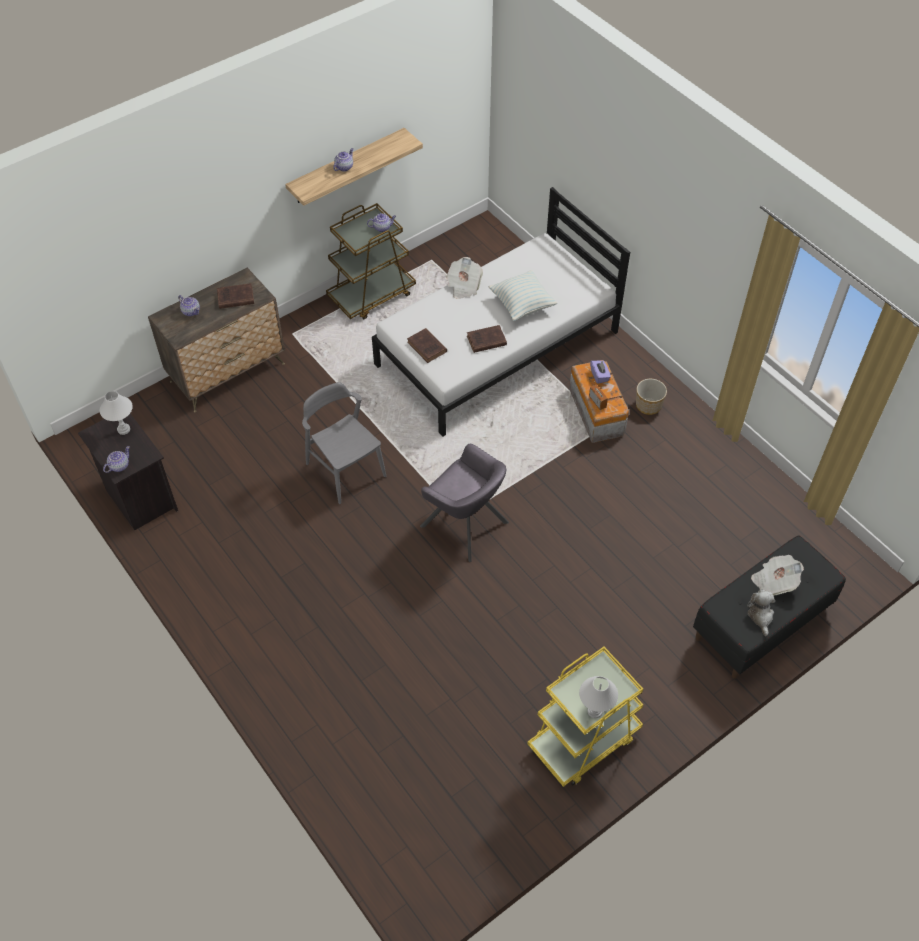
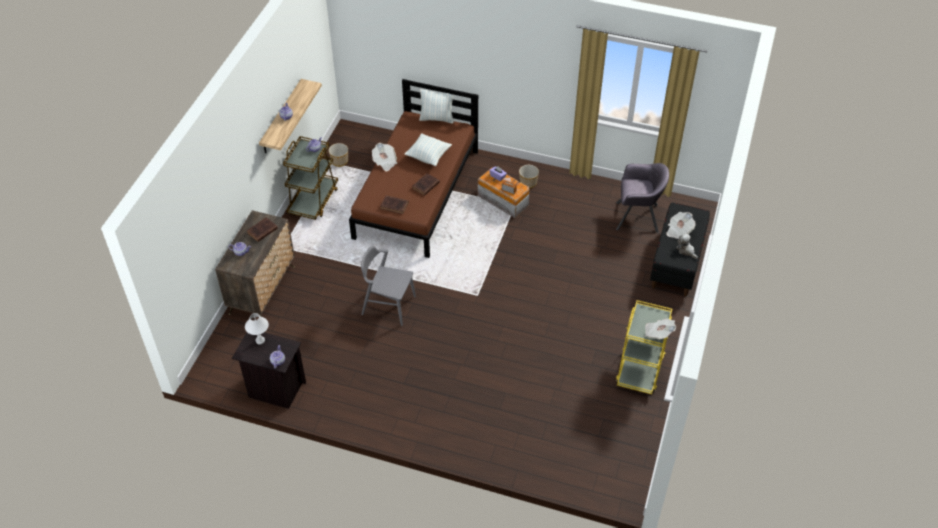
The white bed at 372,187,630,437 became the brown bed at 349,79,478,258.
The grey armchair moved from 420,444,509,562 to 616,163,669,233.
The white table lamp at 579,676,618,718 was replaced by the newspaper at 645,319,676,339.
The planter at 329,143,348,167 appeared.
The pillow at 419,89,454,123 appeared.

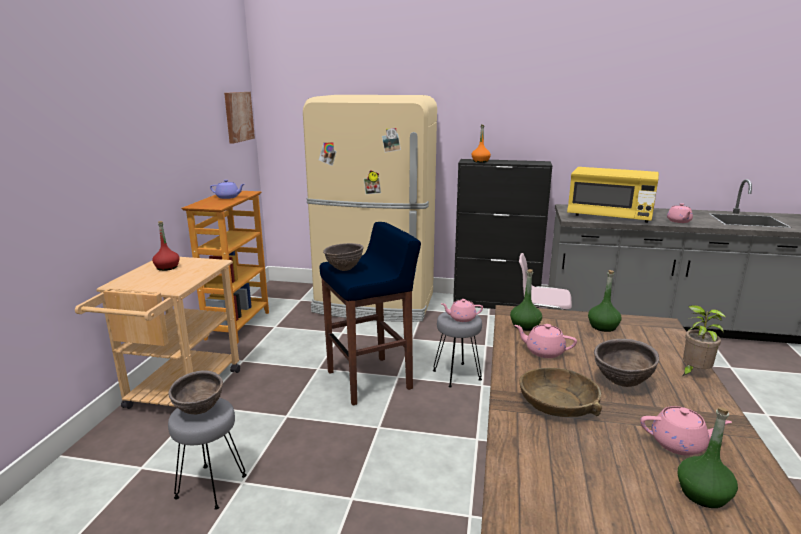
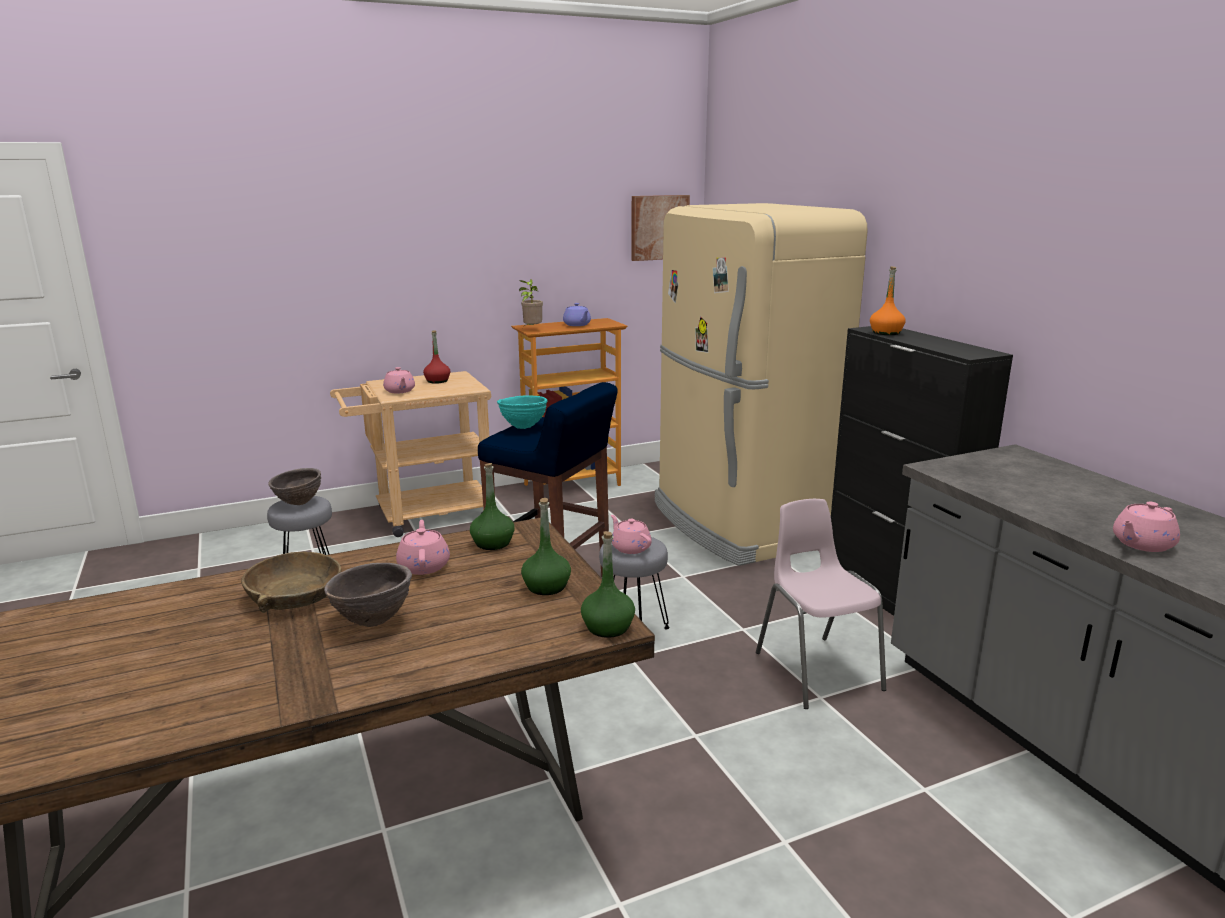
The brown bowl at 323,243,364,271 became the turquoise bowl at 497,395,547,429.
The yellow microwave at 567,167,659,223 disappeared.
The pink teapot moved from 640,406,732,456 to 383,367,415,393.
The green bottle moved from 678,407,738,508 to 581,531,635,638.
The potted plant moved from 682,305,726,376 to 519,279,543,328.

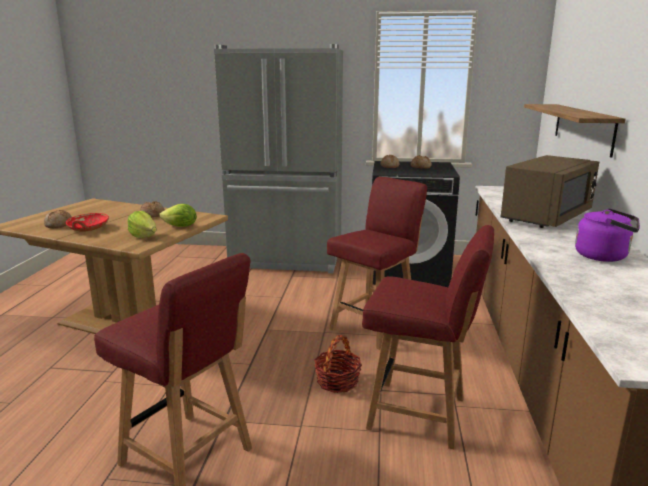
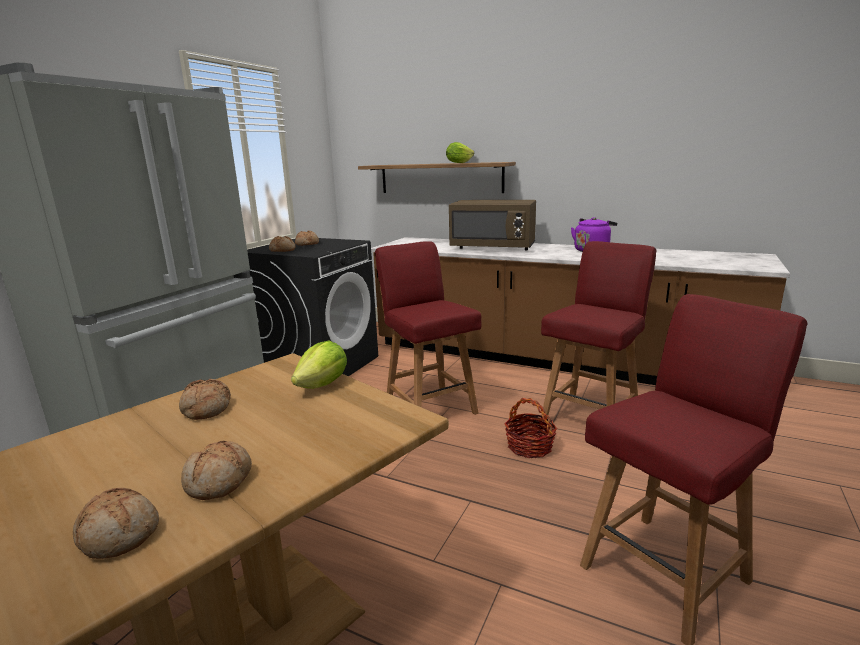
The red bowl at 66,213,109,232 was replaced by the bread at 181,441,252,500.
The lettuce moved from 128,211,157,238 to 446,142,474,163.
The brown microwave at 500,155,599,228 turned 135 degrees clockwise.

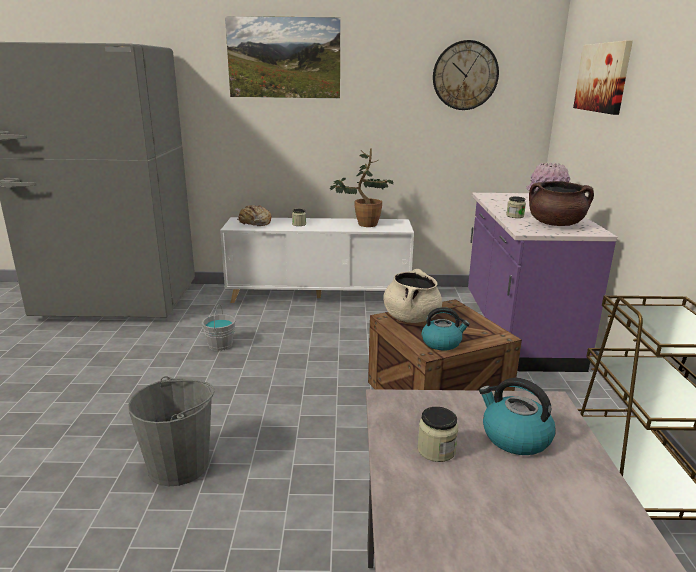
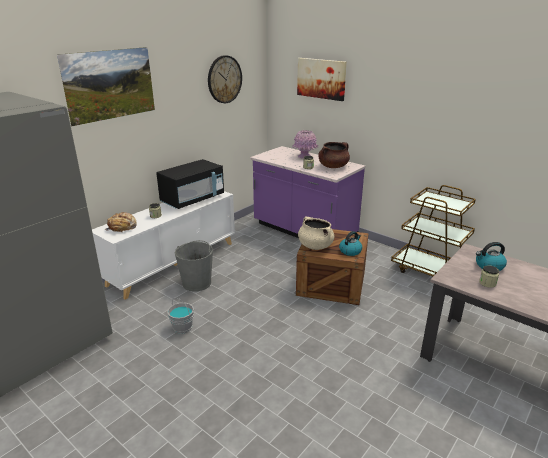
The grey bucket moved from 128,376,214,486 to 175,240,213,292.
The potted plant at 329,149,394,227 was replaced by the black microwave at 156,159,224,209.

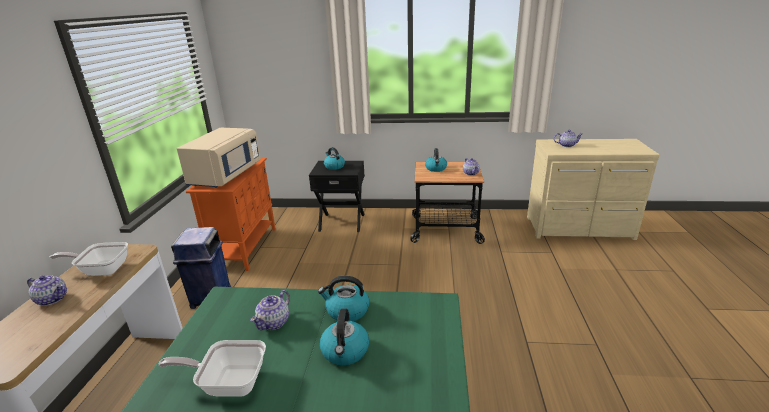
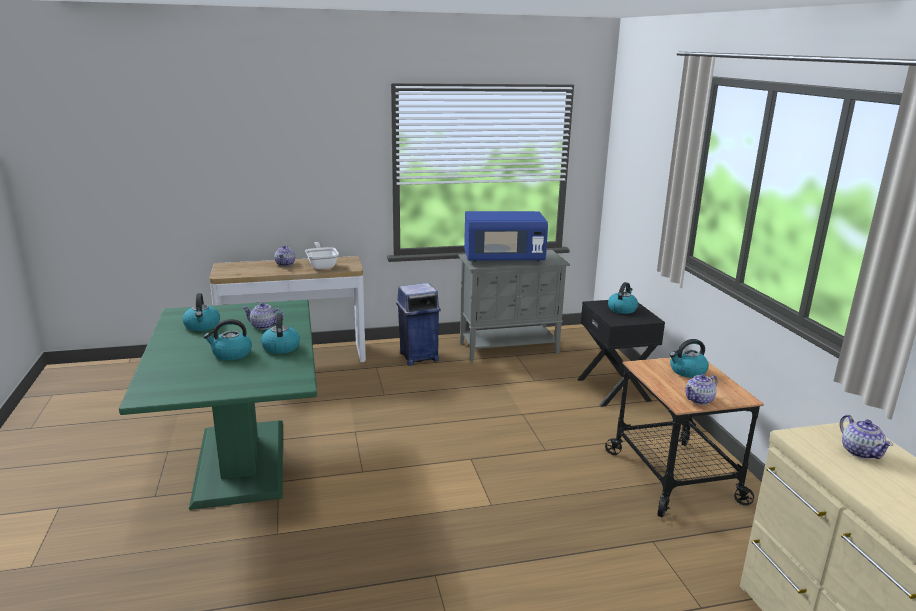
The frying pan at 158,340,266,397 was replaced by the kettle at 182,293,220,331.
The beige microwave at 177,128,261,188 became the blue microwave at 464,211,548,262.
The orange cabinet at 186,158,276,271 became the grey cabinet at 458,250,570,362.

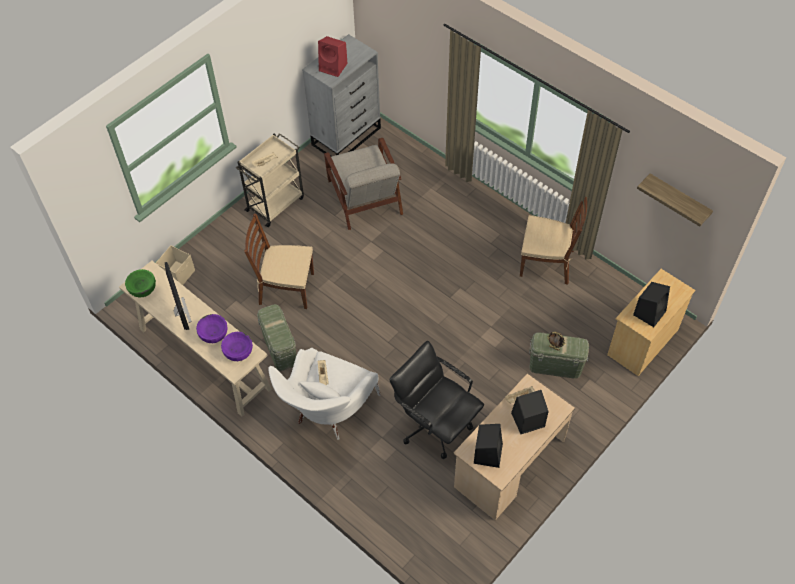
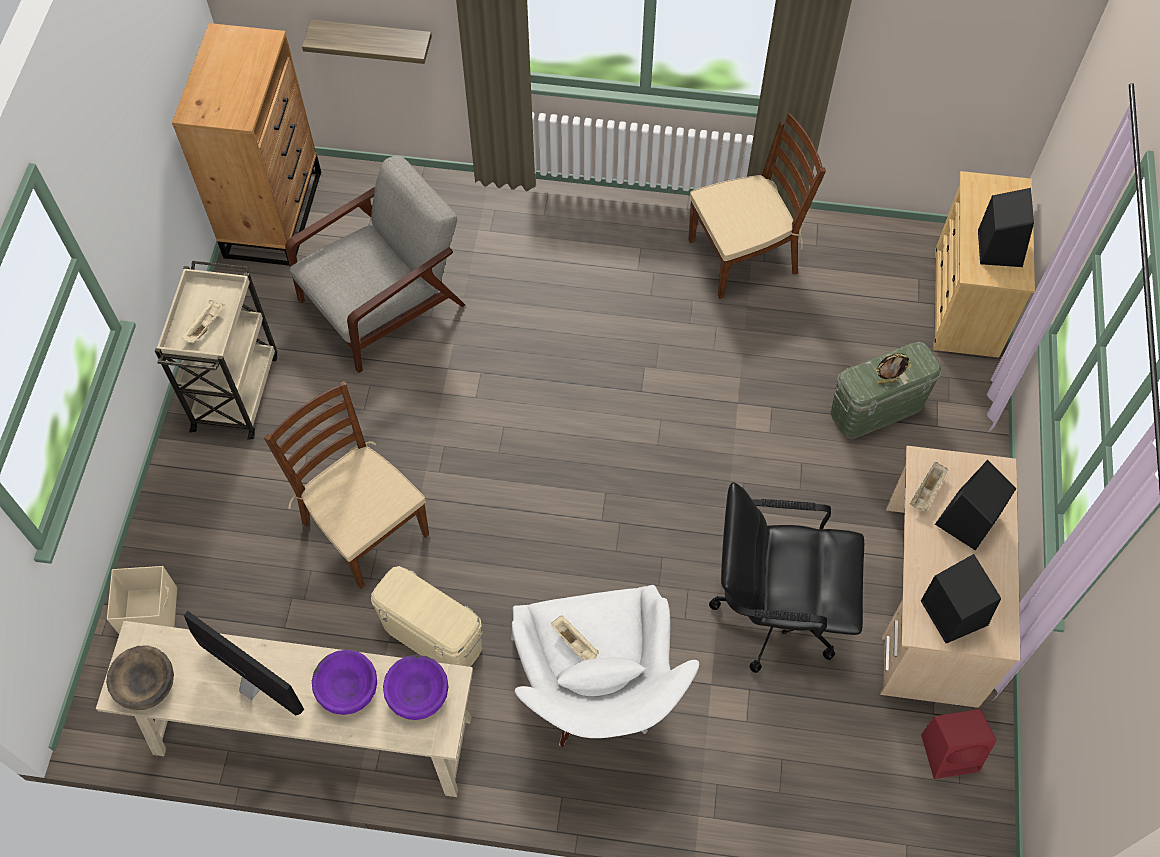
The green bowl at 125,269,156,297 became the brown bowl at 106,645,174,710.
The brown chair at 244,213,314,309 turned 75 degrees clockwise.
The green storage box at 257,304,296,371 became the beige storage box at 371,566,483,667.
The grey dresser at 302,34,381,156 became the brown dresser at 172,23,321,266.
The red speaker moved from 318,36,348,77 to 921,709,997,779.
The grey armchair at 324,138,403,230 turned 75 degrees counterclockwise.
The shelf moved from 637,174,713,227 to 302,20,432,64.

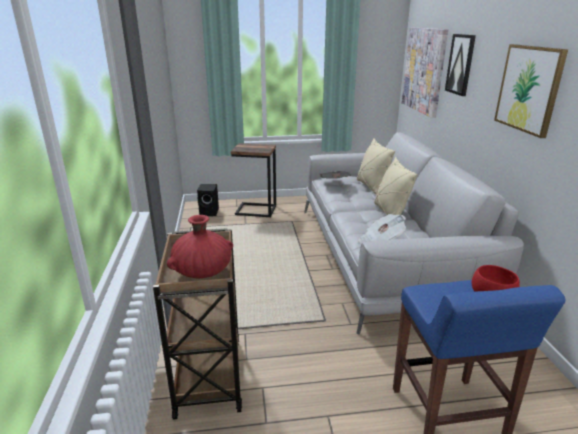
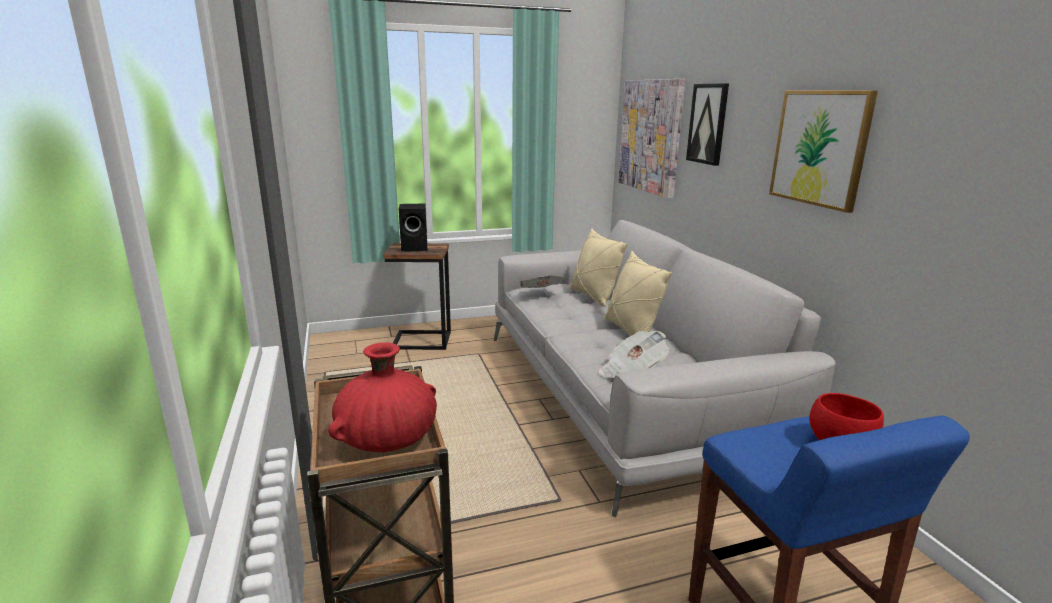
The black speaker moved from 197,184,219,216 to 399,204,428,251.

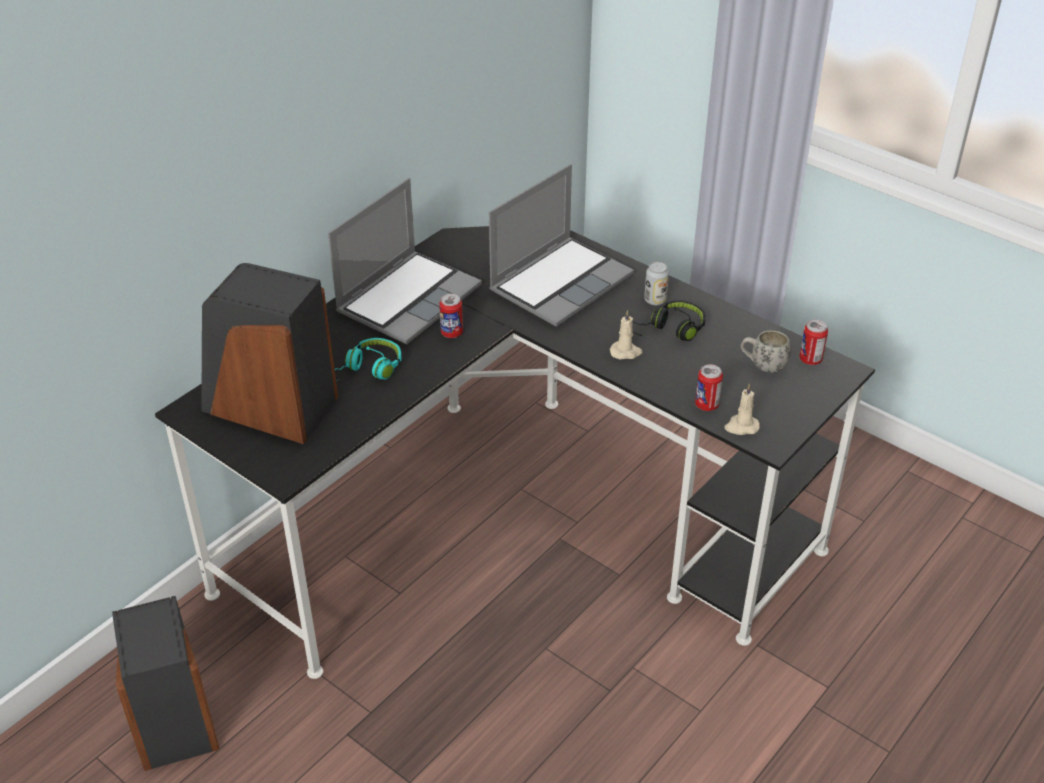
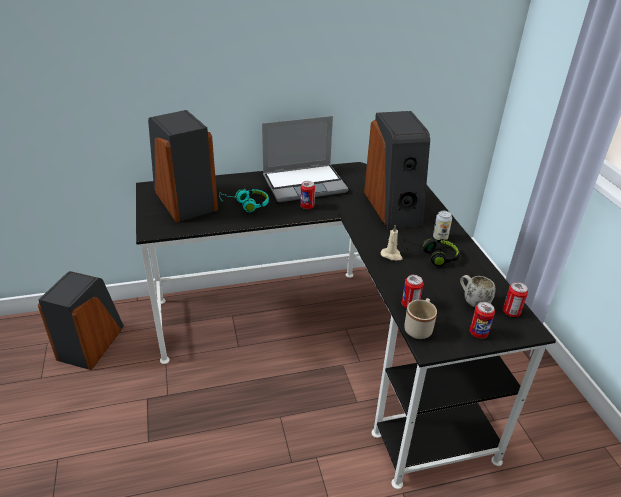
The laptop at 489,164,634,327 was replaced by the speaker at 364,111,430,229.
The beige candle at 724,383,760,435 was replaced by the beige mug at 404,298,437,339.
The can at 470,302,495,338 appeared.

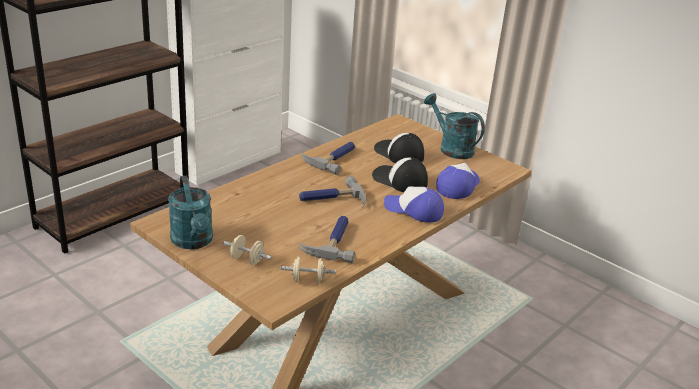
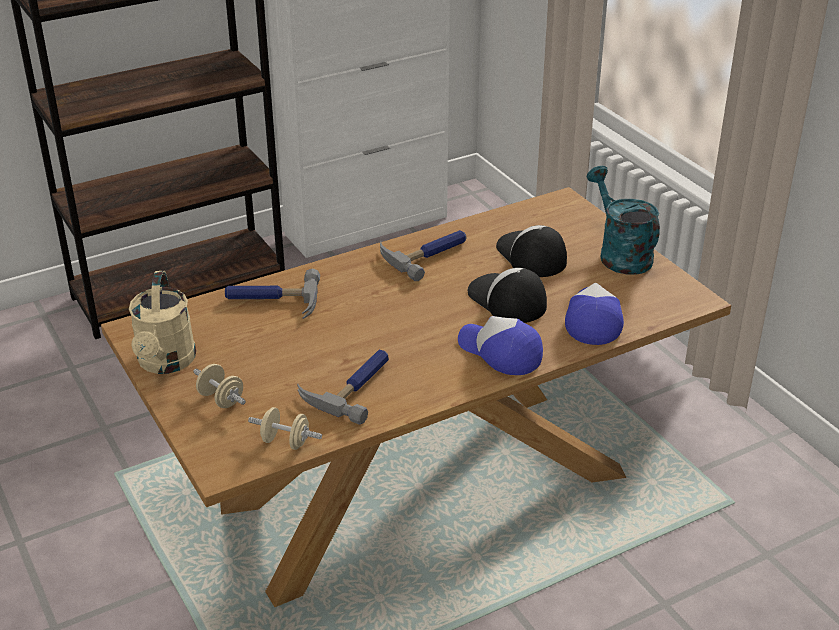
The turquoise watering can at 168,175,213,249 became the beige watering can at 129,271,196,374.
The hammer moved from 299,176,366,208 to 225,268,320,319.
The cap at 436,163,480,199 turned 45 degrees counterclockwise.

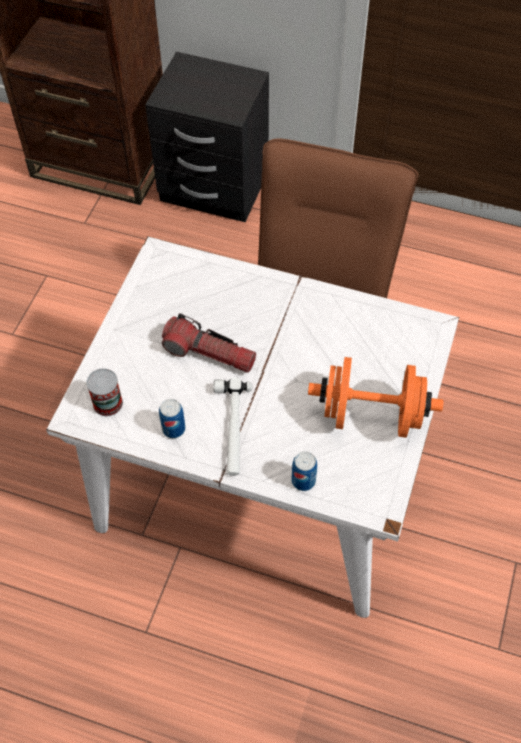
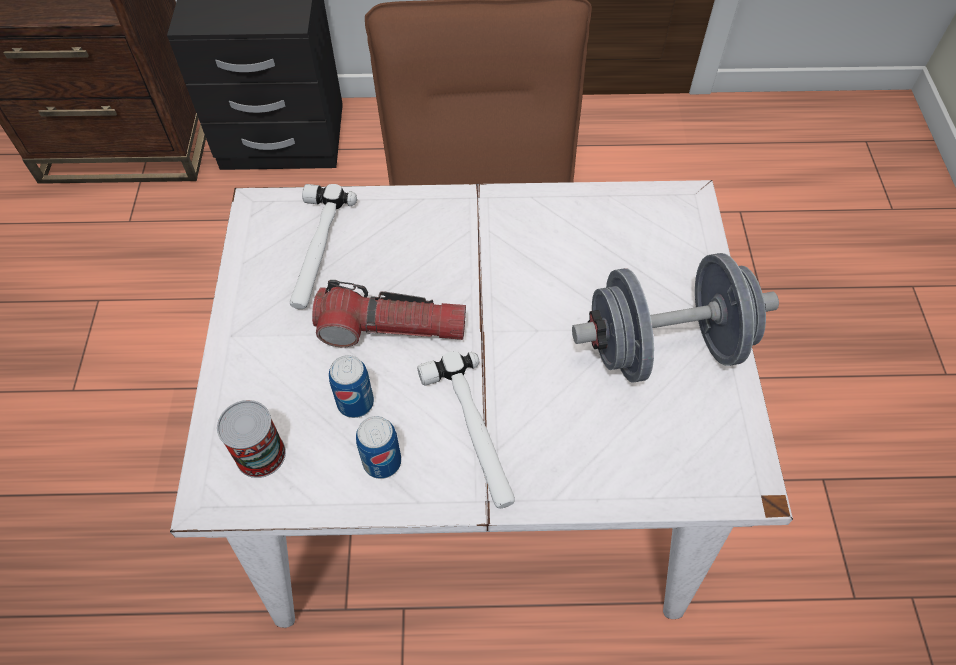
The can moved from 291,451,317,491 to 329,355,374,418.
The orange dumbbell at 308,357,443,438 became the grey dumbbell at 572,253,779,383.
The hammer at 290,184,357,309 appeared.

